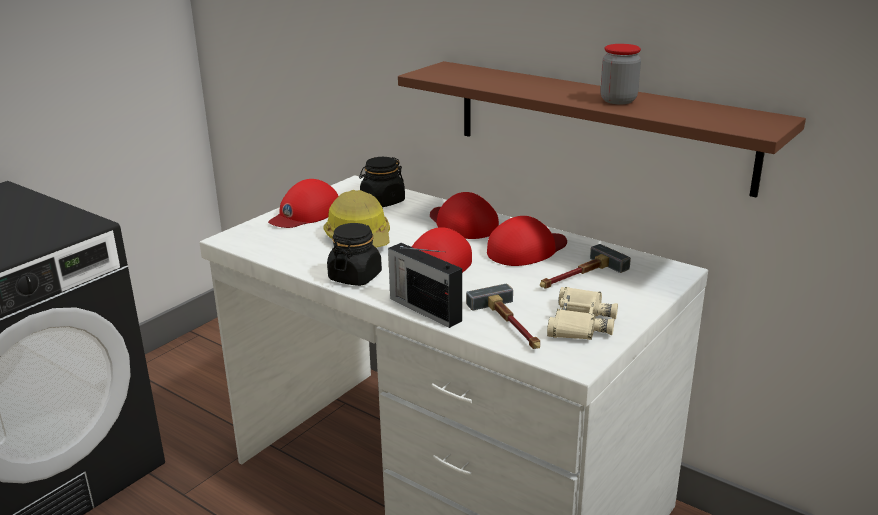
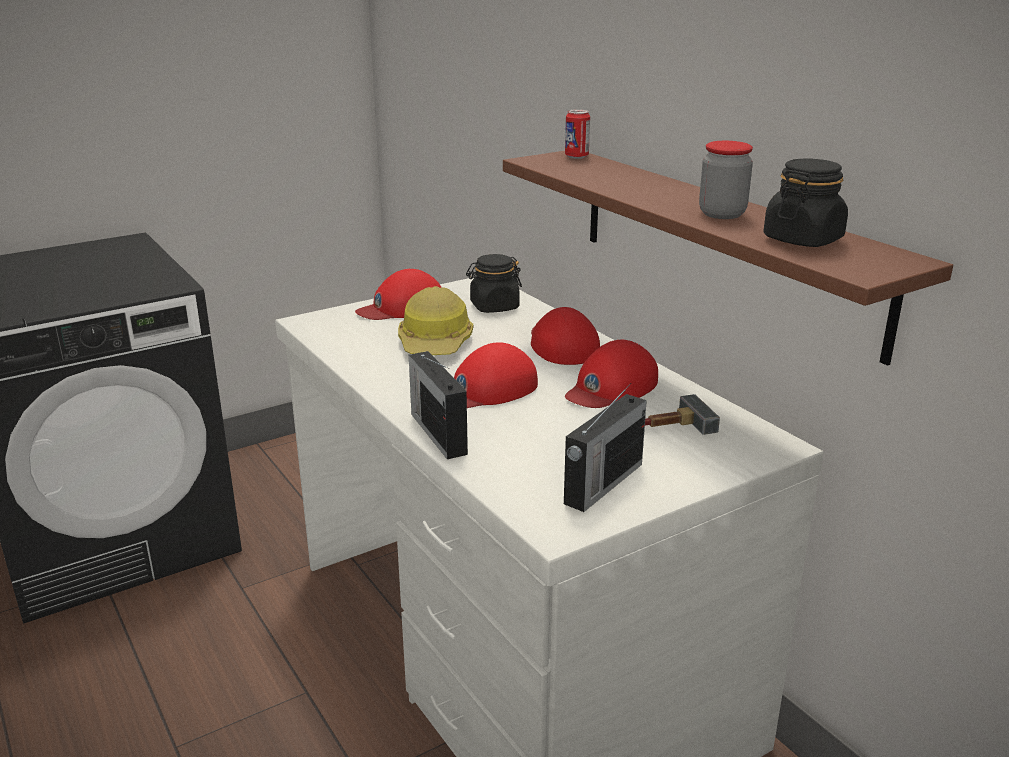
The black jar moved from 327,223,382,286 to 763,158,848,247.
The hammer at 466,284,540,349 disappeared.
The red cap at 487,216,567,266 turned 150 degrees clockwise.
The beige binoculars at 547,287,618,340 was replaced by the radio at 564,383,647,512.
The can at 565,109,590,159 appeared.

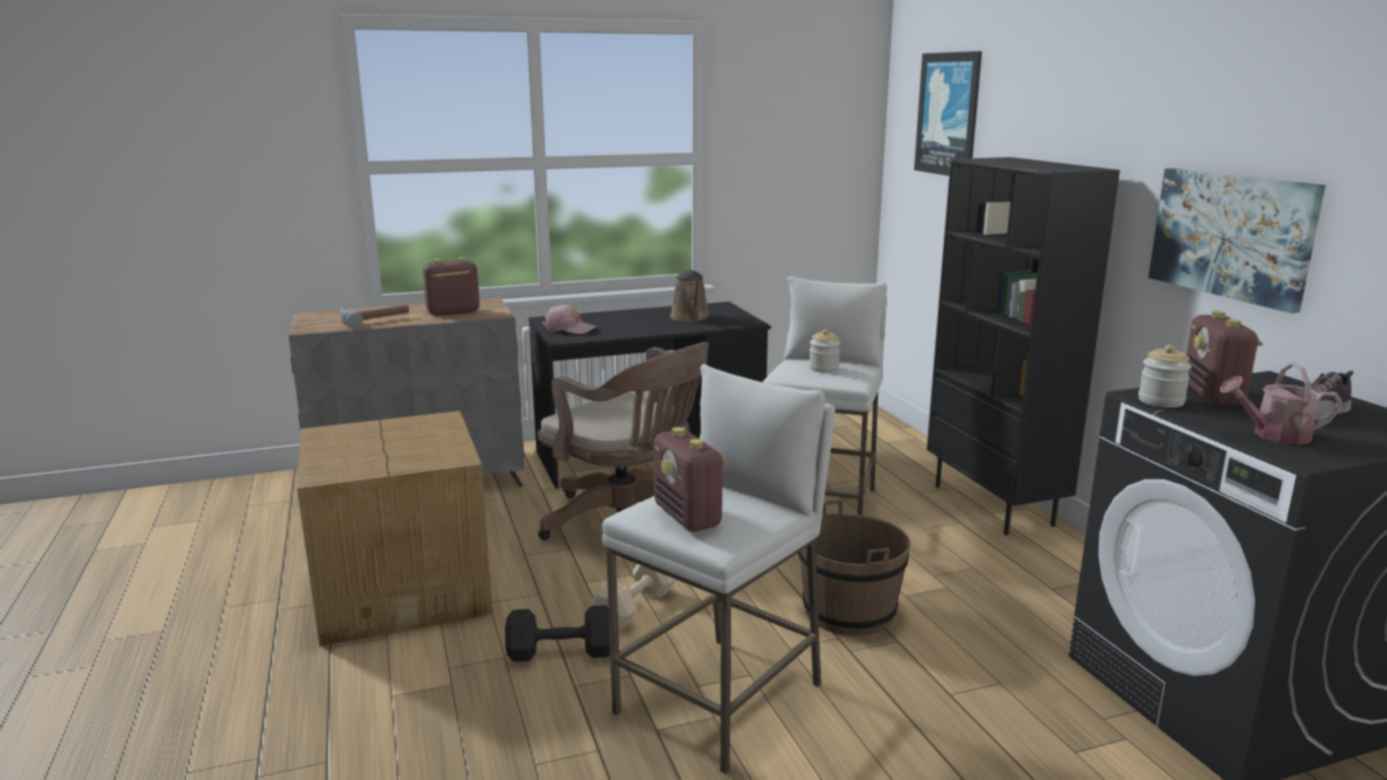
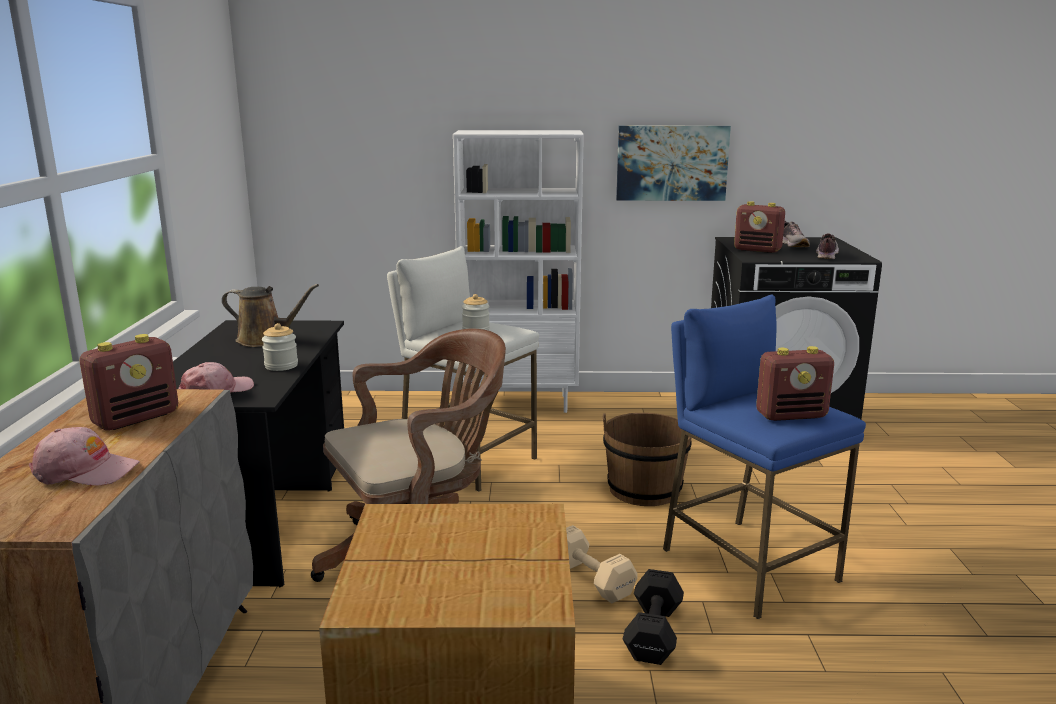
The hammer at 341,305,409,328 was replaced by the pink cap at 29,427,140,486.
The radio at 423,257,480,315 turned 135 degrees counterclockwise.
The white stool at 602,364,835,774 became the blue stool at 663,295,866,619.
The picture at 914,51,982,176 disappeared.
The black bookcase at 927,157,1120,535 became the white bookcase at 453,130,584,413.
The jar moved from 1138,345,1192,408 to 262,323,298,371.
The watering can at 1220,363,1342,445 was replaced by the shoe at 816,233,839,259.

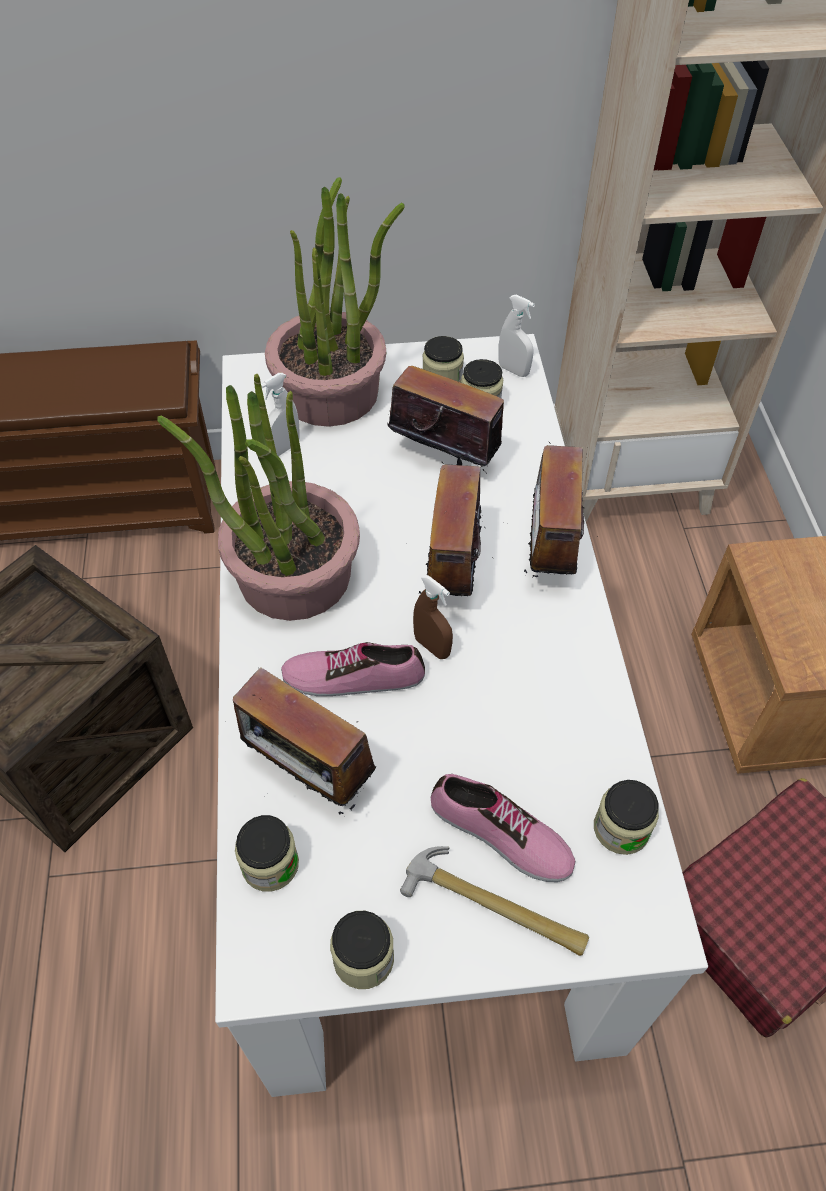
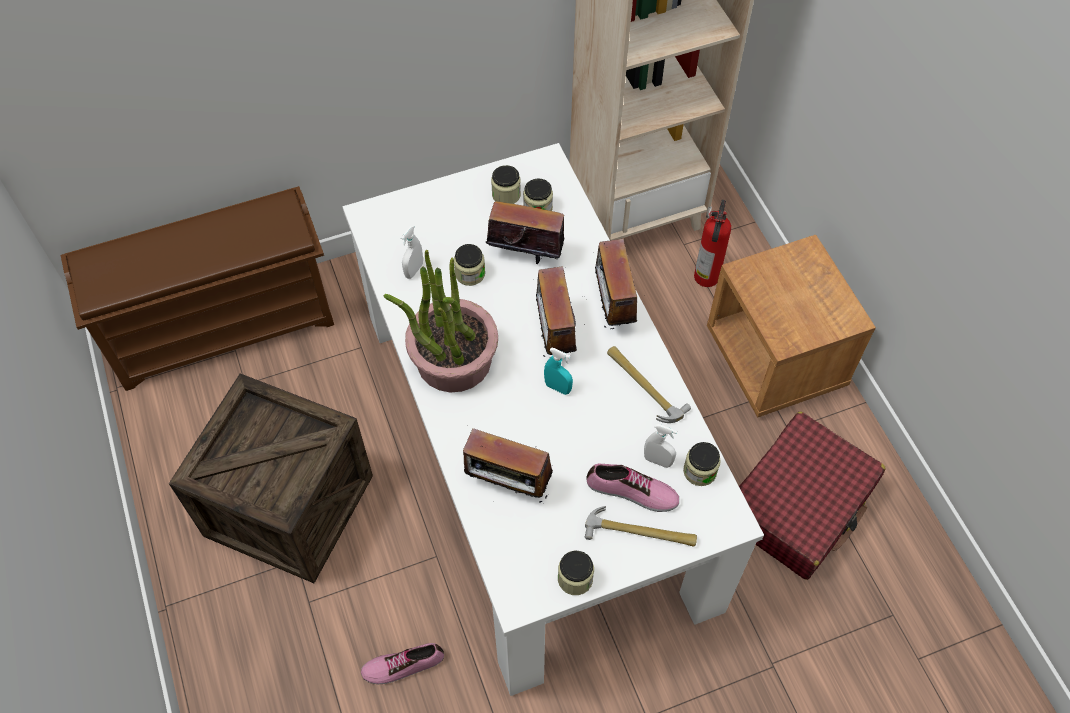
The jar moved from 235,815,299,892 to 454,244,485,286.
The potted plant at 265,177,405,427 disappeared.
The shoe moved from 281,642,425,696 to 361,643,444,684.
The brown spray bottle at 413,574,453,659 became the turquoise spray bottle at 544,347,573,395.
The white spray bottle moved from 499,295,535,377 to 644,424,677,468.
The hammer at 607,346,691,423 appeared.
The fire extinguisher at 694,200,731,287 appeared.

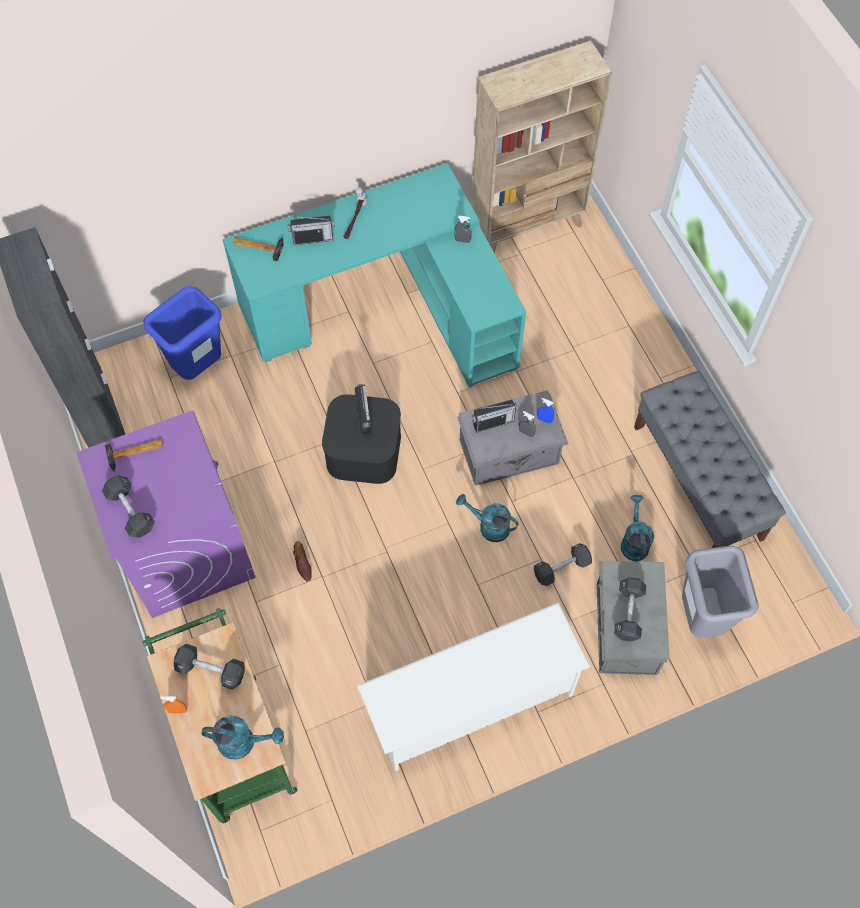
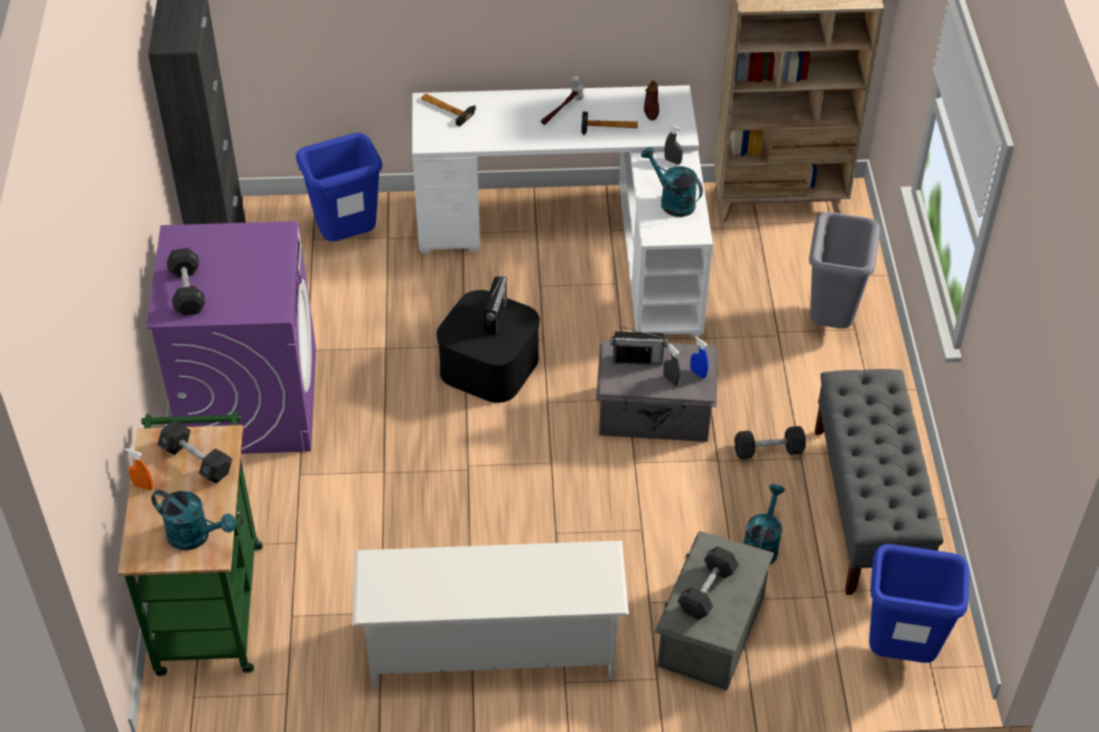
The hammer moved from 105,439,163,472 to 581,112,638,135.
The turquoise desk at 223,163,526,387 became the white desk at 412,85,713,337.
The radio at 288,216,335,245 disappeared.
The brown shoe moved from 293,541,312,582 to 644,80,659,120.
The turquoise watering can moved from 456,494,519,542 to 641,146,703,217.
The black dumbbell moved from 534,543,592,586 to 735,426,806,459.
The grey trash can moved from 682,546,759,638 to 809,212,880,329.
The blue trash can at 869,544,969,663 appeared.

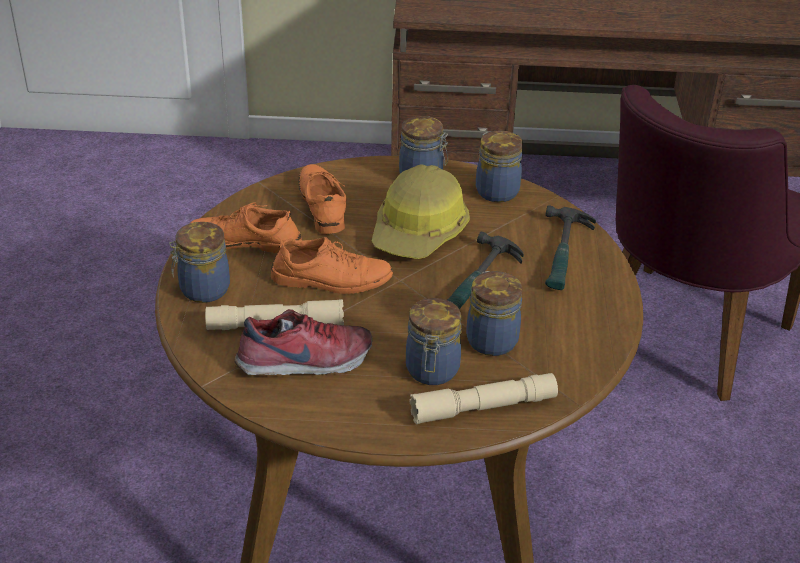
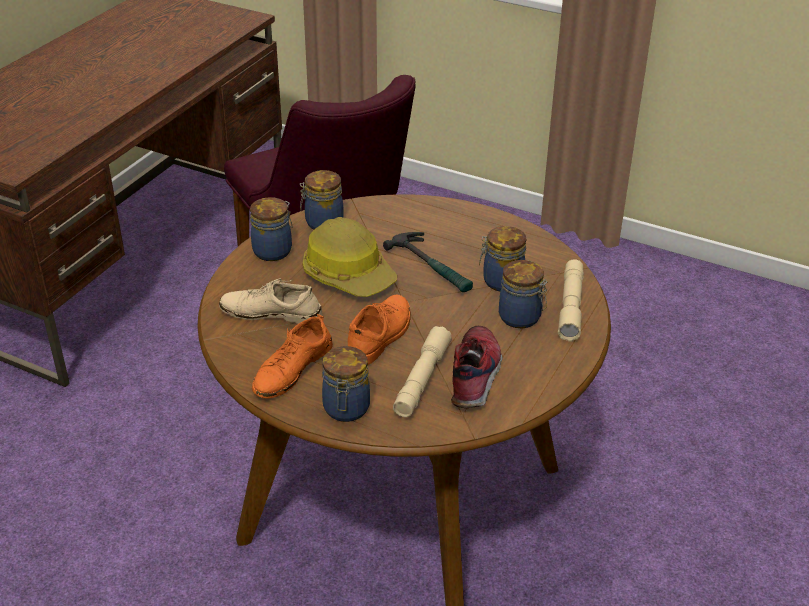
The orange shoe at 298,164,347,234 became the beige shoe at 219,278,323,324.
The hammer at 545,205,596,290 disappeared.

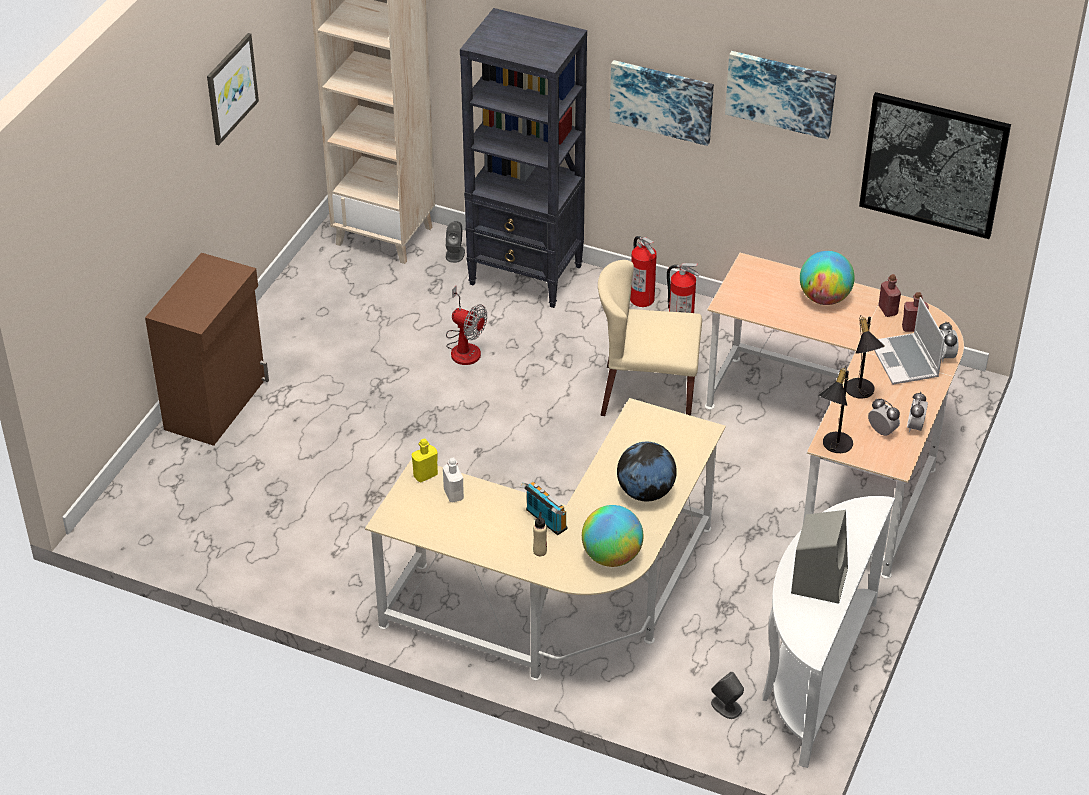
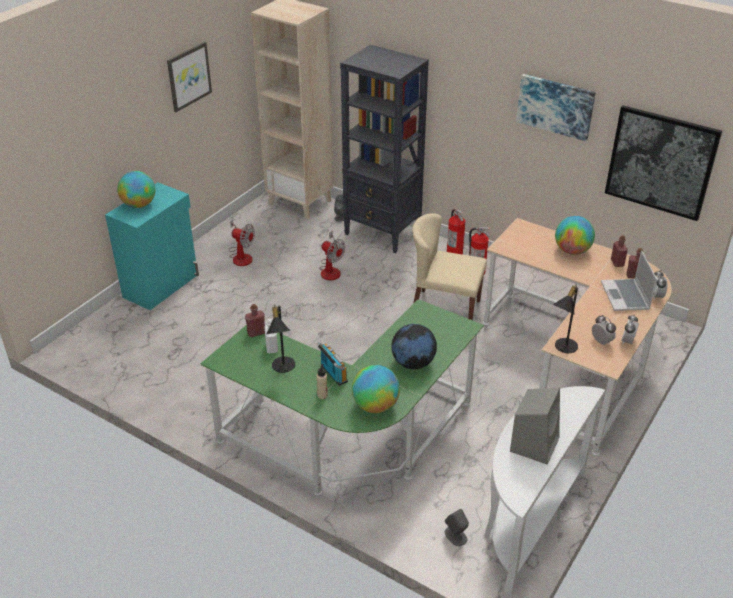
The brown cabinet at 145,253,269,446 became the turquoise cabinet at 105,182,199,310.
The beige desk at 365,398,726,681 became the green desk at 200,299,484,495.
The yellow bottle at 412,439,438,482 became the red bottle at 245,304,265,337.
The picture at 610,60,714,146 disappeared.
The black table lamp moved from 846,315,885,399 to 267,304,295,373.
The globe at 117,171,155,208 appeared.
The fan at 229,219,255,266 appeared.

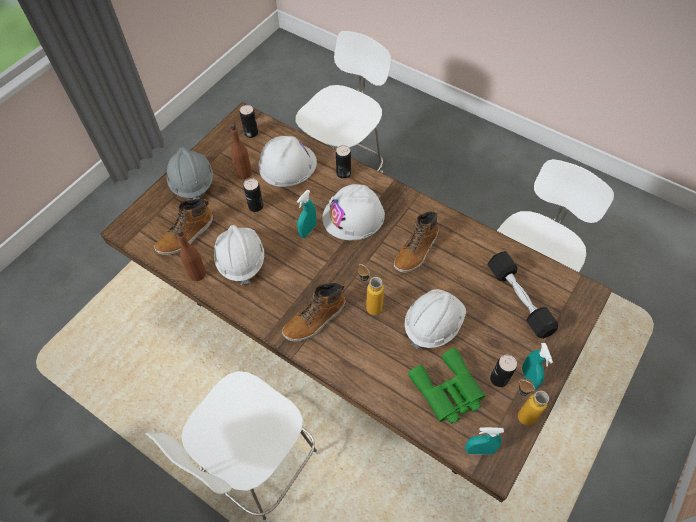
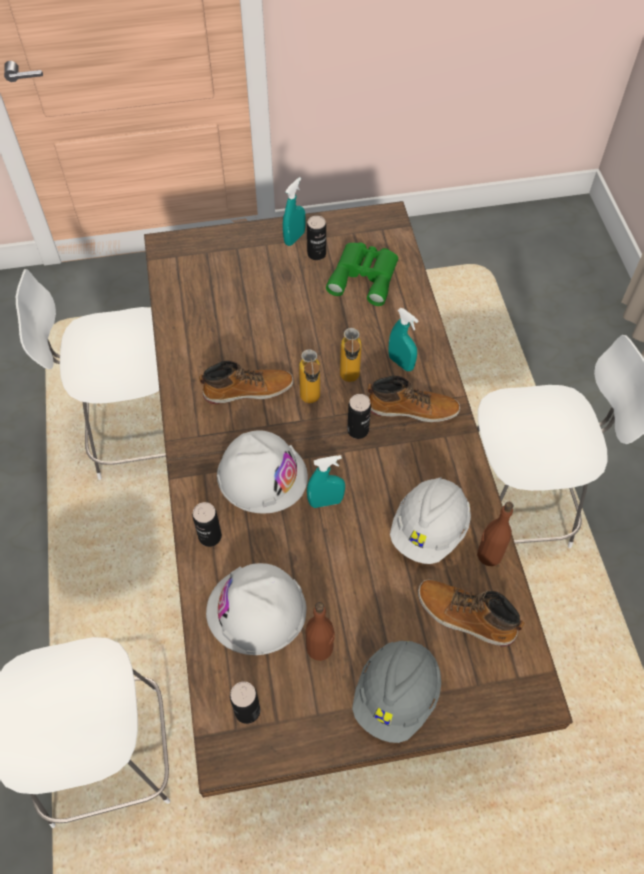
The boot at 154,199,214,255 turned 150 degrees counterclockwise.
The can moved from 244,178,263,212 to 347,394,371,439.
The white hard hat at 405,289,466,350 disappeared.
The turquoise spray bottle moved from 465,427,504,455 to 388,308,419,371.
The black dumbbell at 488,251,558,339 disappeared.
The bottle moved from 518,379,549,426 to 299,349,320,403.

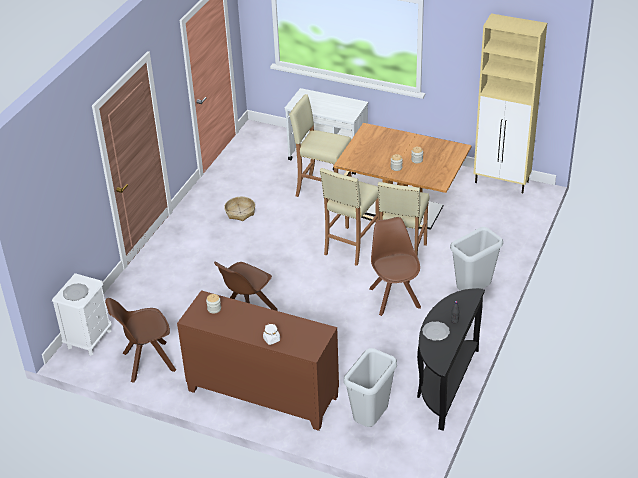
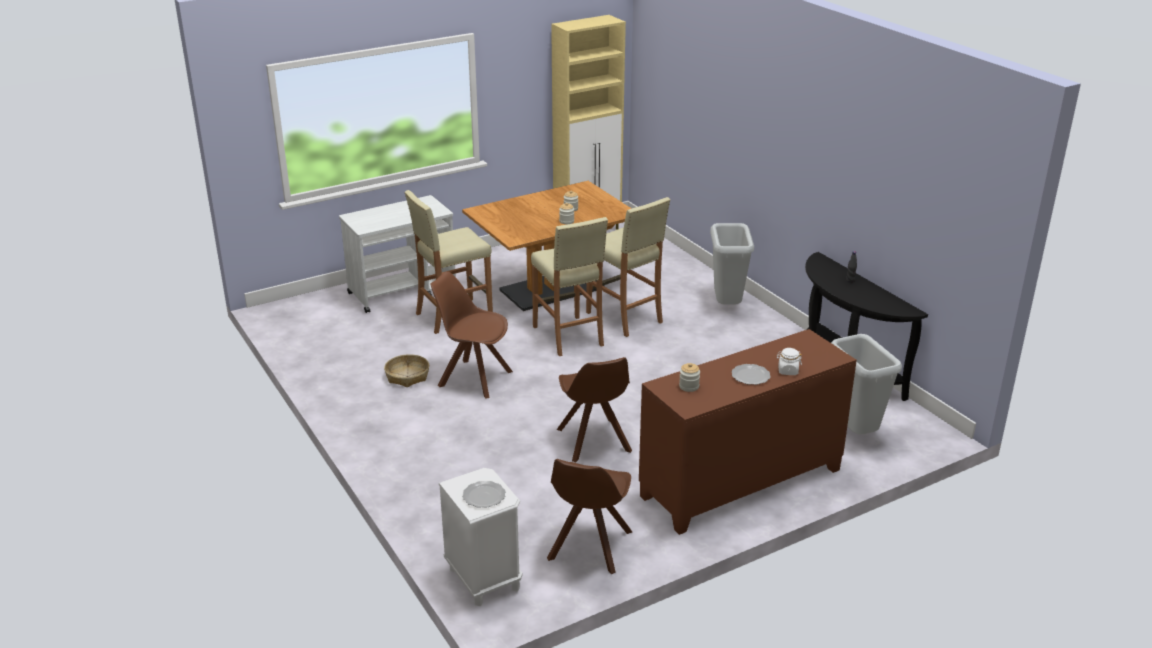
The brown chair moved from 369,217,421,316 to 430,271,513,399.
The plate moved from 422,321,450,341 to 731,364,771,385.

